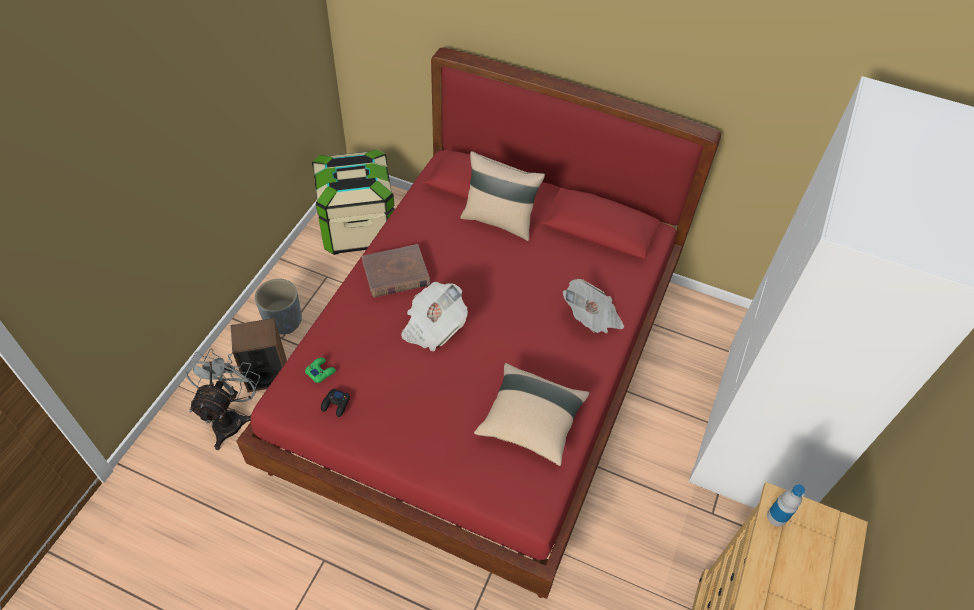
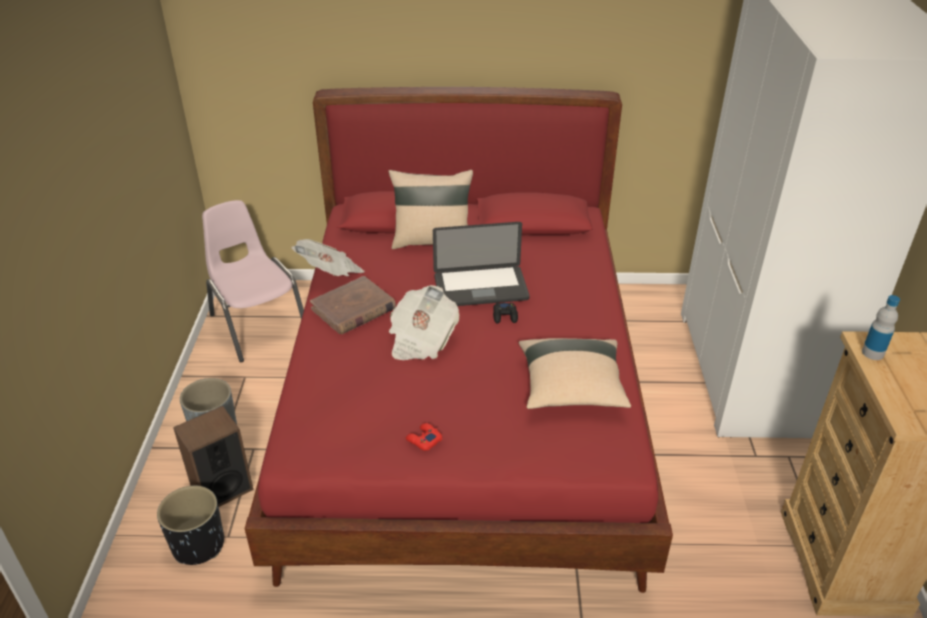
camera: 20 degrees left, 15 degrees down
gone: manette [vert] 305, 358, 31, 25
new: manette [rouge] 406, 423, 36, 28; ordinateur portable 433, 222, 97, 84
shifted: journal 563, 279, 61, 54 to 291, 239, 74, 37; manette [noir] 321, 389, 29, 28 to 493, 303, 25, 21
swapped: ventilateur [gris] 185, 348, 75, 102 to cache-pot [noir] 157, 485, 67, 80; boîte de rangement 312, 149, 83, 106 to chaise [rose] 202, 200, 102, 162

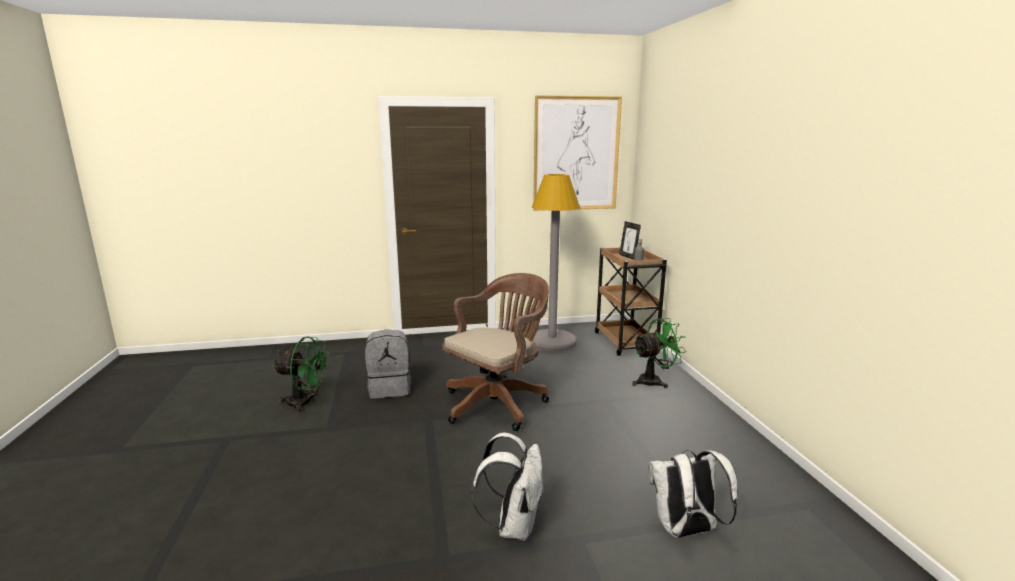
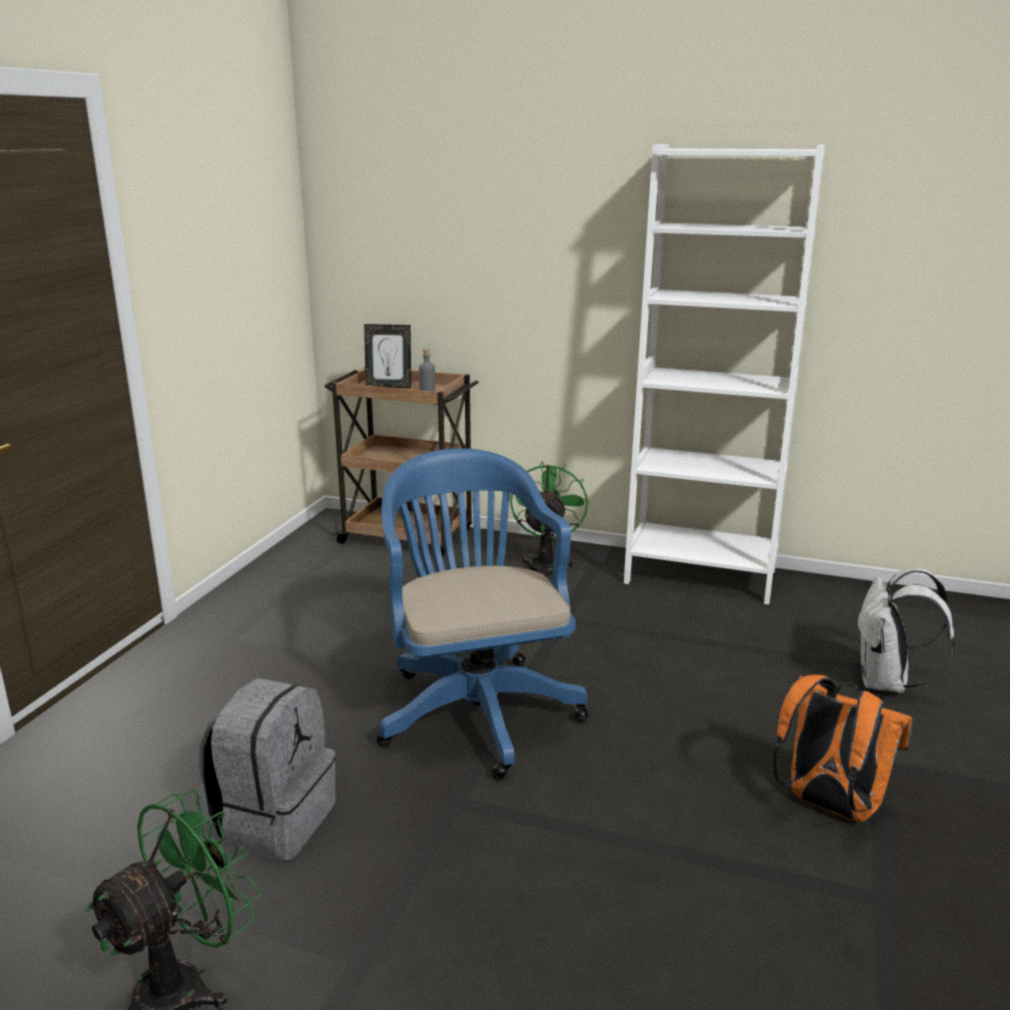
camera: 60 degrees left, 5 degrees up
gone: lampadaire [gris] 532, 174, 48, 178; tableau 533, 95, 89, 116
new: bibliothèque [blanc] 624, 144, 201, 461
repainted: chaise de bureau [marron] 442, 273, 107, 158 to chaise de bureau [bleu] 377, 448, 211, 332; sac à dos [blanc] 472, 433, 72, 108 to sac à dos [orange] 773, 675, 139, 147

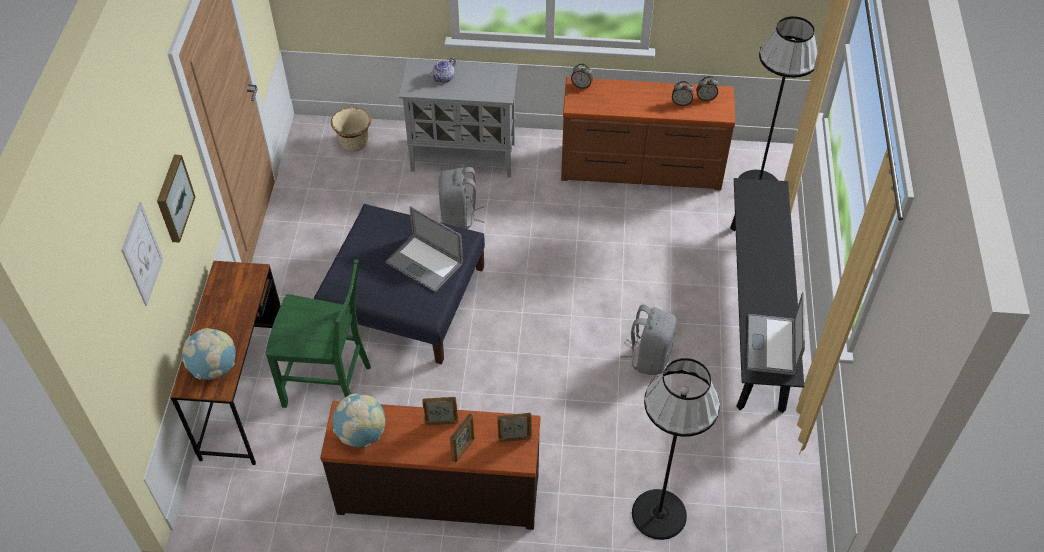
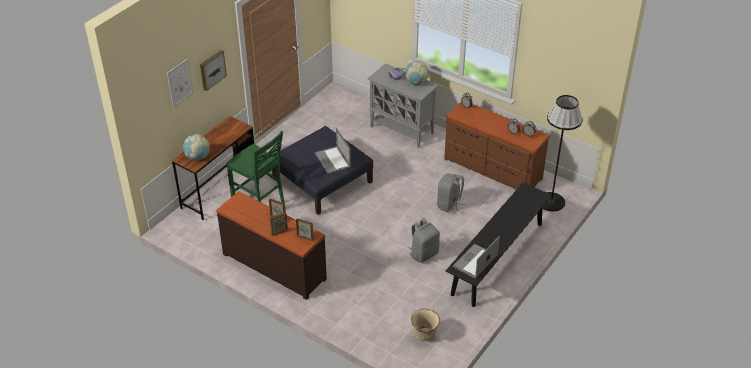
camera: 30 degrees right, 10 degrees down
gone: lampadaire [noir] 632, 358, 88, 182
shifted: globe 332, 394, 53, 53 to 405, 61, 24, 24; cache-pot [beige] 331, 107, 40, 44 to 411, 309, 29, 32; sac à dos [gris] 439, 167, 46, 62 to 437, 173, 29, 39

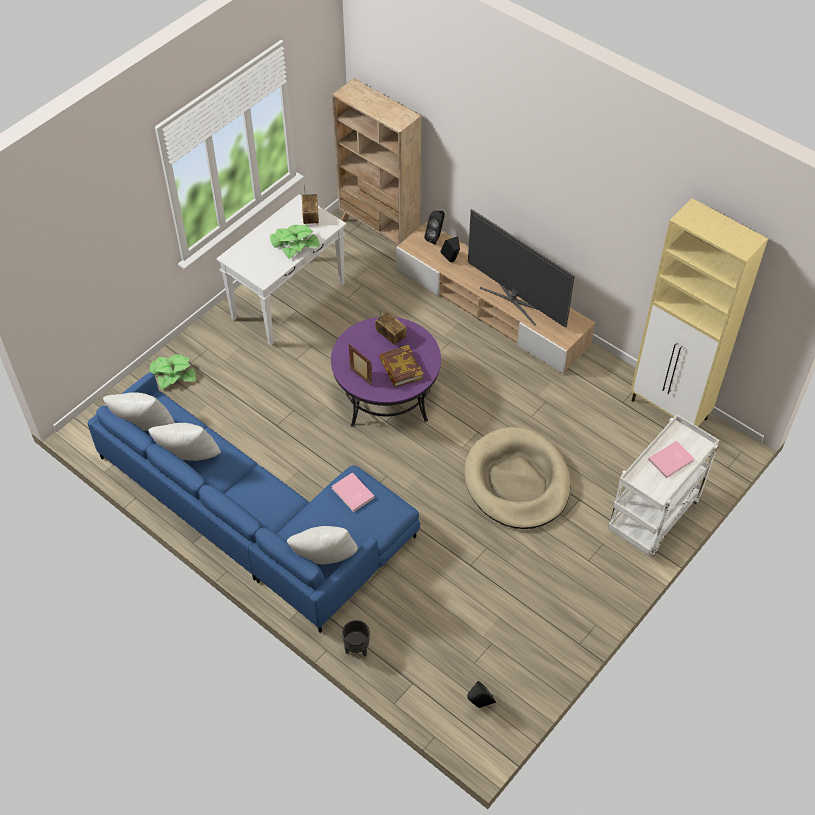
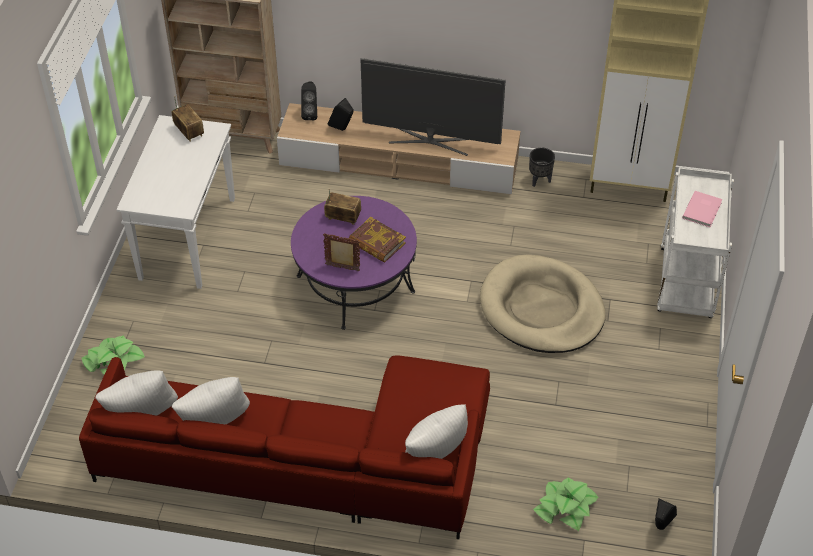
camera: 30 degrees left, 5 degrees down
gone: livre [rose] 332, 472, 43, 40
shifted: cache-pot [noir] 342, 620, 28, 37 to 529, 147, 26, 40; plante en pot 270, 225, 50, 34 to 533, 477, 65, 54
repainted: canapé [bleu] 87, 373, 333, 260 to canapé [rouge] 79, 355, 411, 184

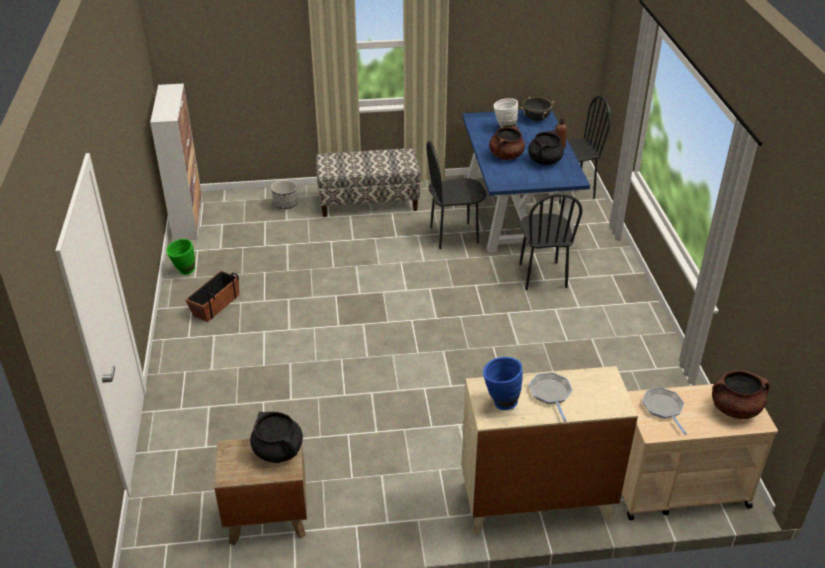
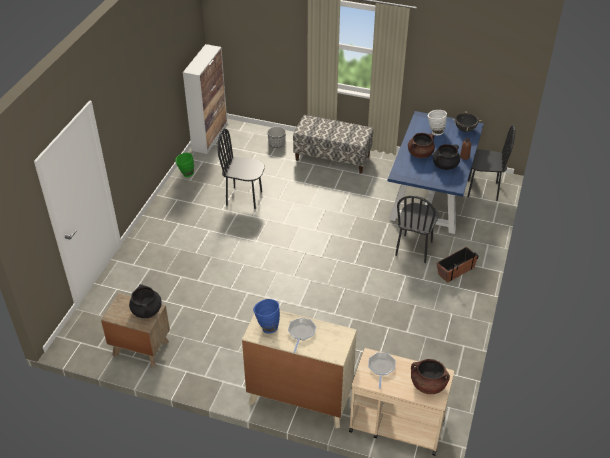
camera: 25 degrees right, 5 degrees up
shifted: chaise [noir] 426, 141, 60, 108 to 218, 128, 47, 81; cache-pot 185, 271, 54, 51 to 437, 247, 42, 36

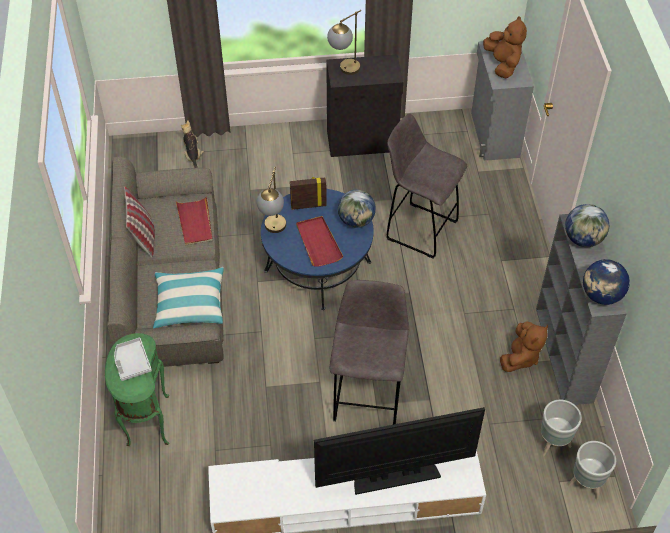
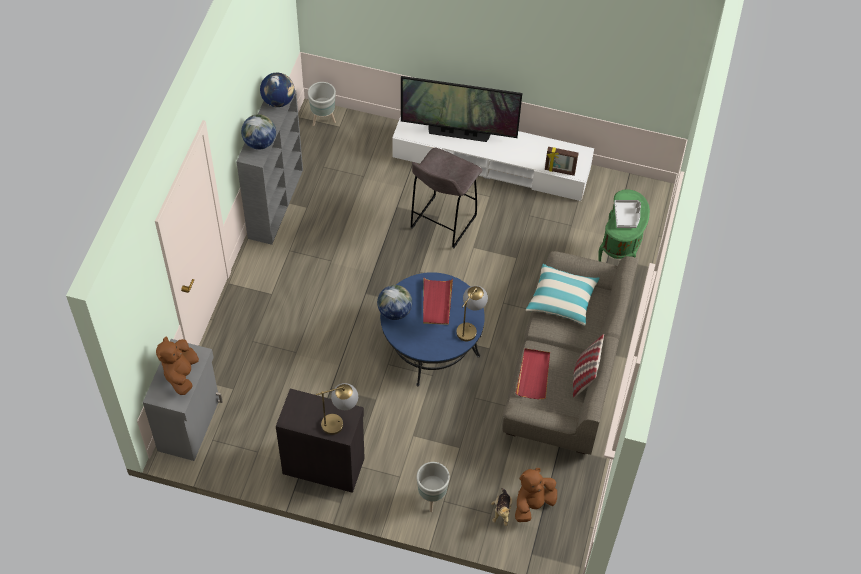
camera: 160 degrees left, 5 degrees up
gone: tabouret [gris] 386, 113, 81, 146
shifted: cache-pot [gris] 541, 400, 41, 56 to 417, 462, 33, 50; peluche [marron] 500, 322, 48, 50 to 515, 468, 42, 54; cadre photo 290, 177, 37, 33 to 545, 147, 33, 29

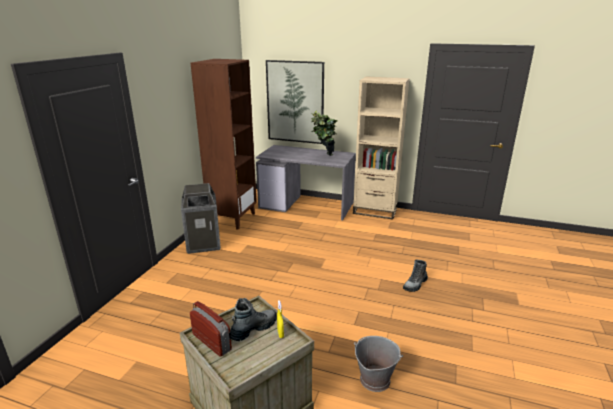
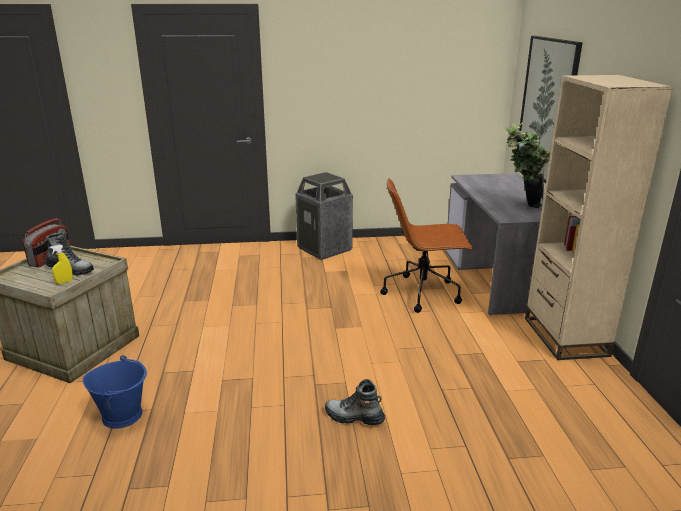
camera: 65 degrees right, 0 degrees up
gone: bibliothèque [marron] 190, 59, 67, 171
new: chaise de bureau [marron] 380, 178, 94, 135
repainted: seau [gris] 354, 336, 49, 56 to seau [bleu] 83, 355, 64, 74

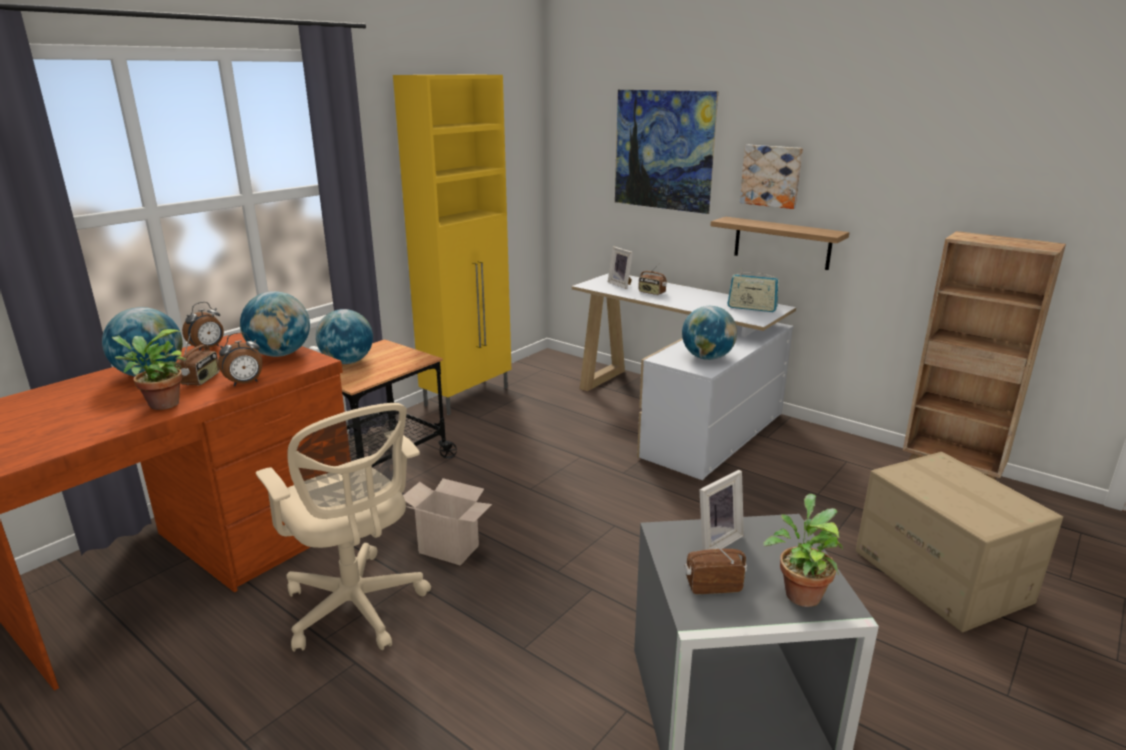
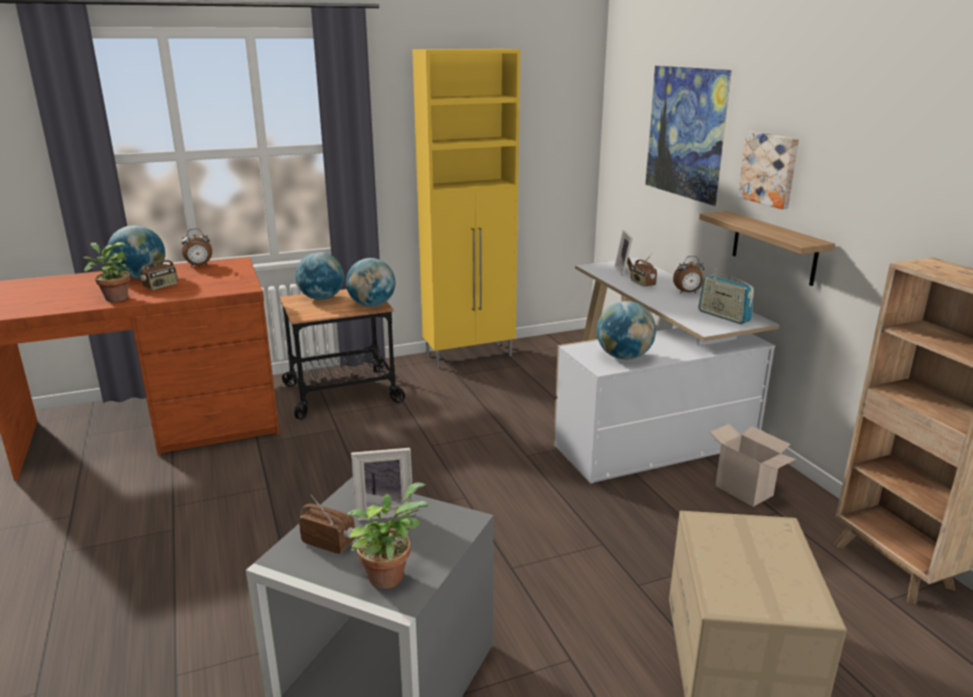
camera: 30 degrees right, 0 degrees up
gone: chaise de bureau [beige] 256, 403, 175, 249
shifted: globe 240, 291, 70, 66 to 346, 258, 49, 49; réveil 218, 332, 44, 55 to 673, 256, 31, 37; carton 403, 478, 89, 87 to 710, 424, 86, 83

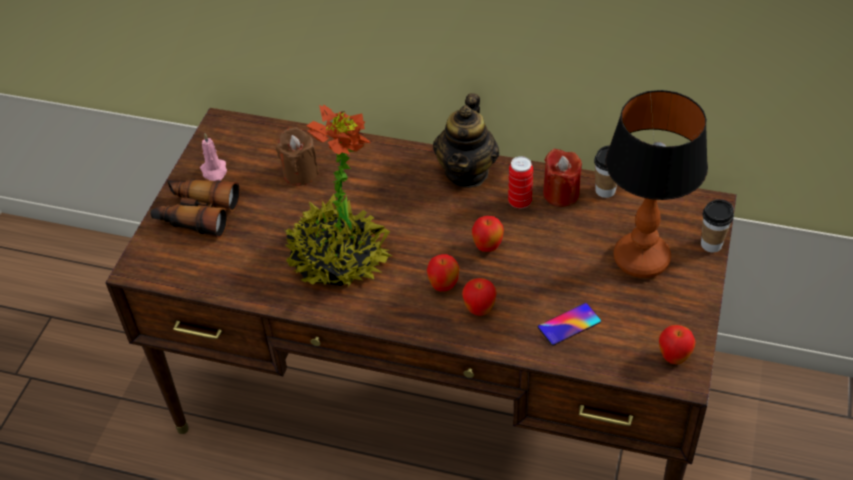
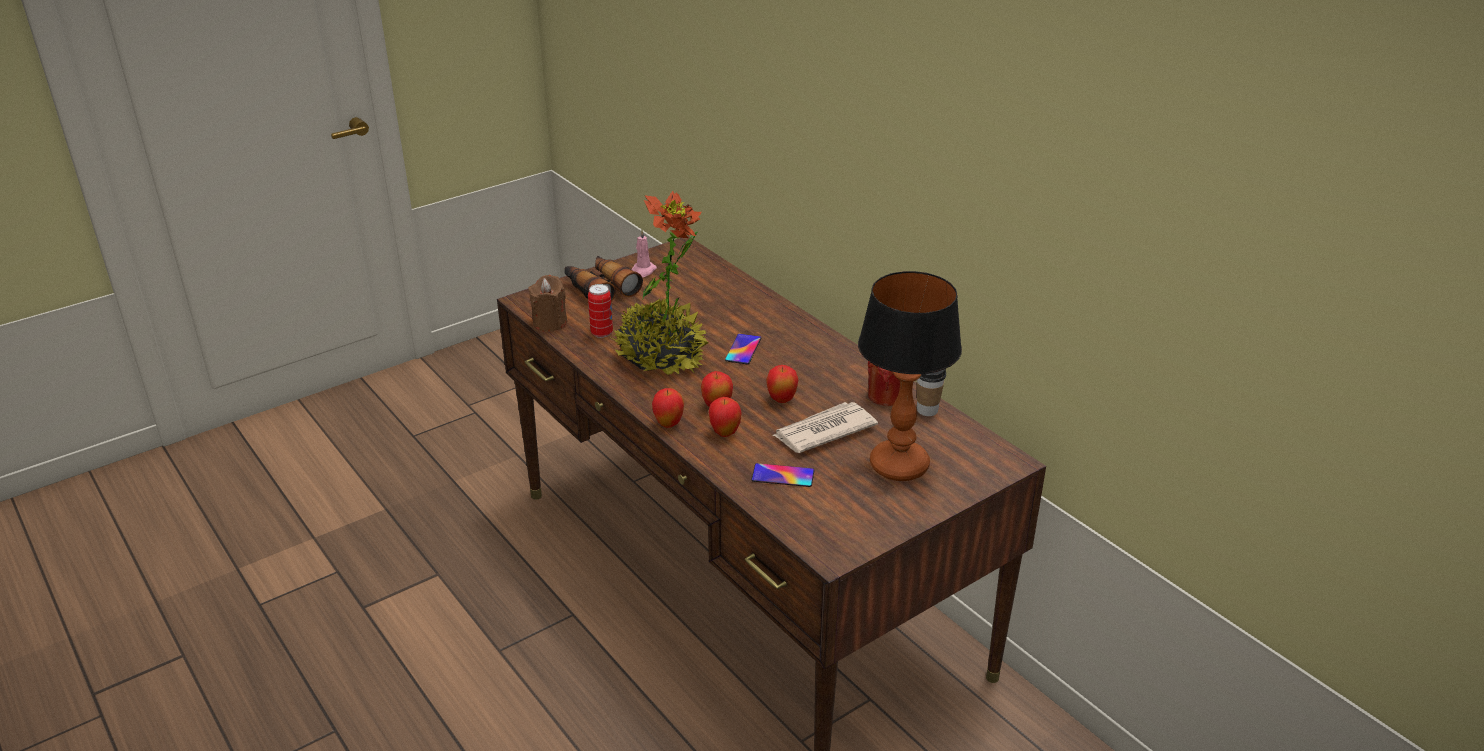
camera: 35 degrees right, 15 degrees down
gone: théière 433, 93, 66, 95; tasse 701, 199, 33, 54
new: téléphone 725, 334, 36, 30; journal 772, 402, 106, 51
shifted: bougie [marron] 276, 127, 43, 59 to 528, 275, 39, 57; boîte métallique 508, 156, 25, 52 to 588, 284, 25, 54; pomme 659, 325, 37, 39 to 652, 388, 32, 40

